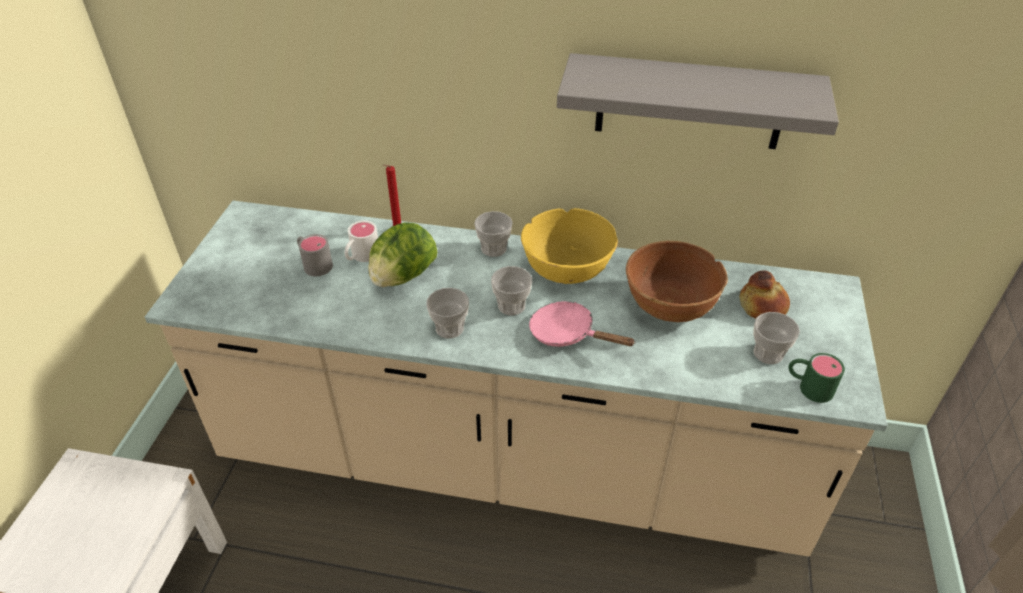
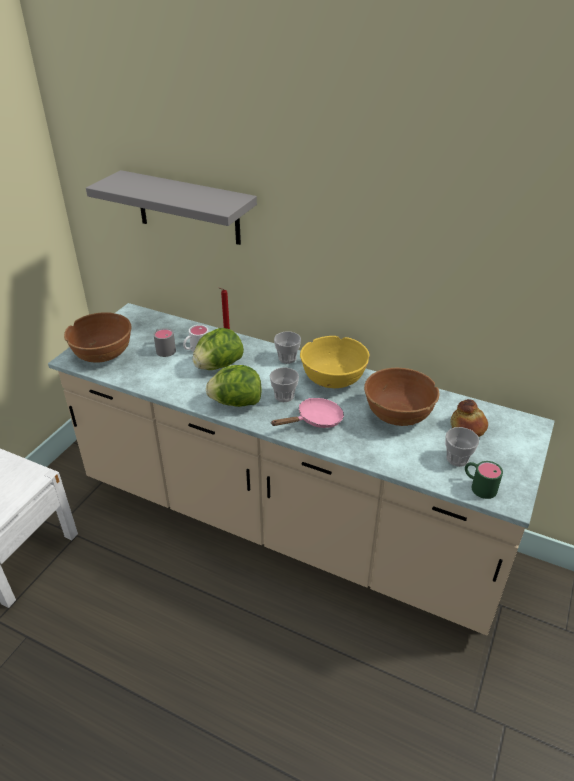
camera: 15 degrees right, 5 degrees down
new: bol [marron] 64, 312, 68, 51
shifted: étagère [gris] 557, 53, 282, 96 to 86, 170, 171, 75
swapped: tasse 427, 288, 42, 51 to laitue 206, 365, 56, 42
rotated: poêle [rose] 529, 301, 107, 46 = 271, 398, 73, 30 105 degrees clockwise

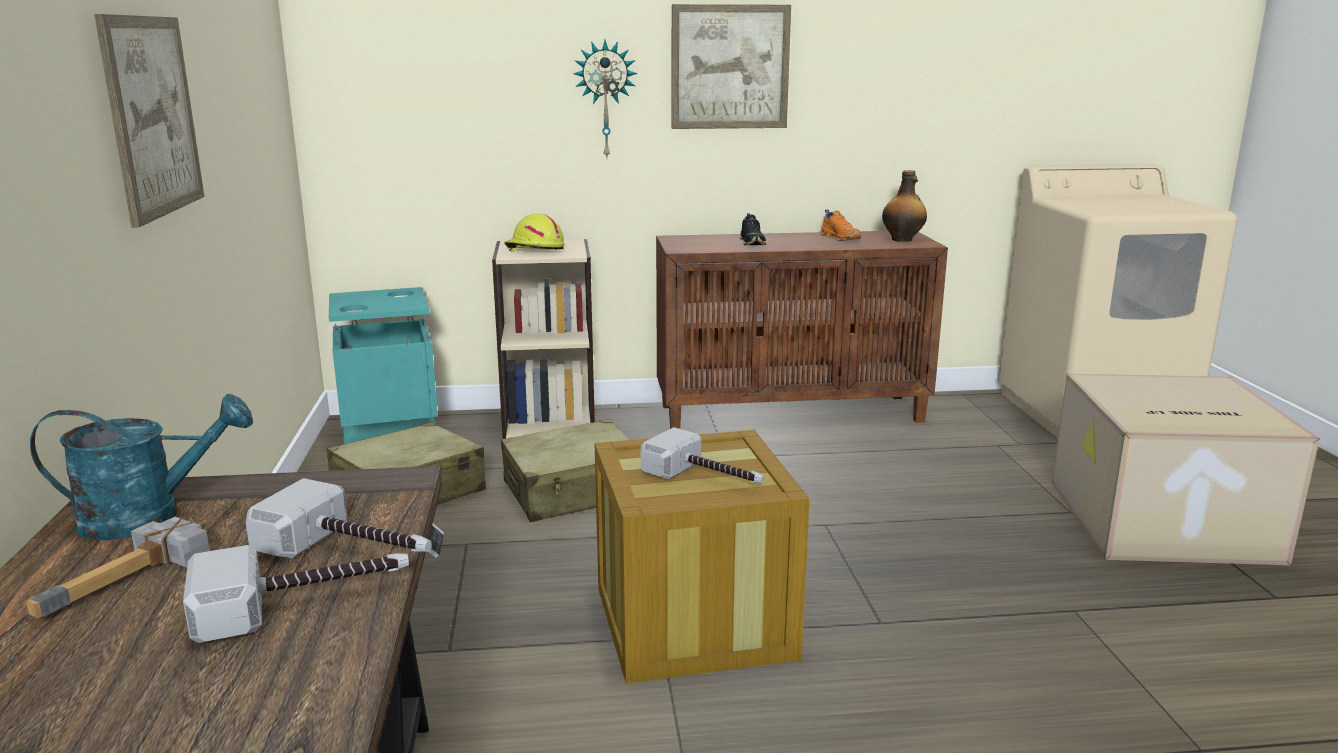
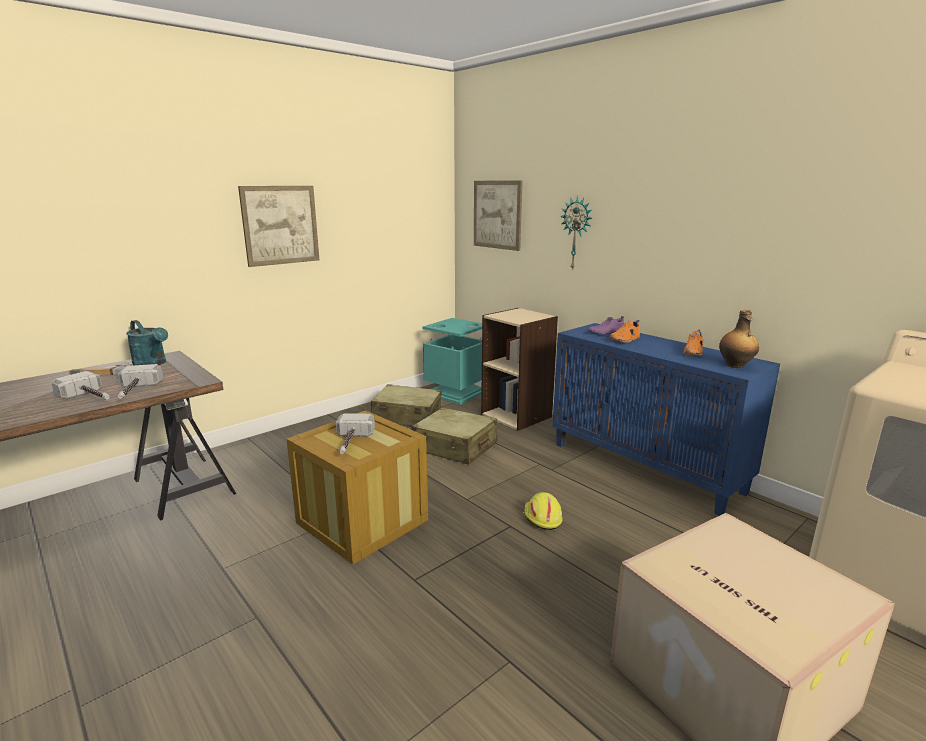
camera: 55 degrees right, 0 degrees up
new: chaussure [violet] 588, 316, 36, 19
shifted: tableau 672, 4, 119, 125 to 474, 181, 49, 70; casque de chantier [jaune] 504, 213, 60, 39 to 523, 492, 39, 38
repainted: meuble de rangement [marron] 656, 231, 292, 198 to meuble de rangement [bleu] 552, 323, 228, 193; chaussure [noir] 740, 213, 26, 32 to chaussure [orange] 610, 320, 30, 23

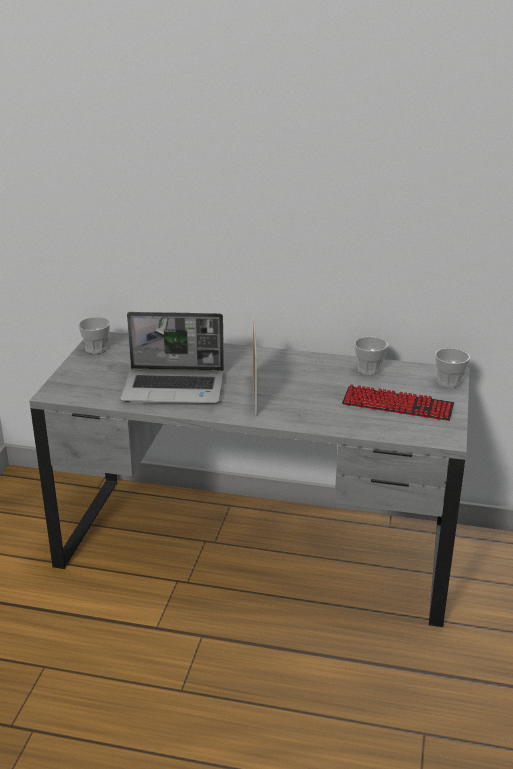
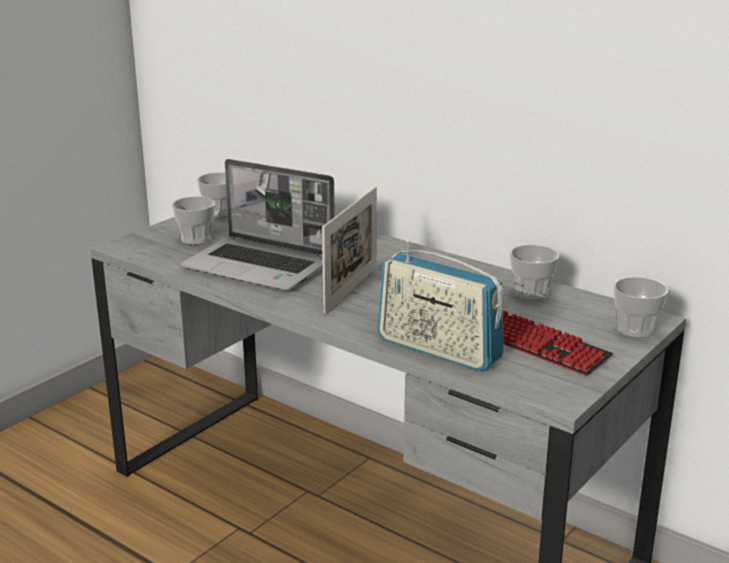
camera: 25 degrees right, 5 degrees down
new: tasse 172, 196, 43, 49; radio 377, 240, 127, 131

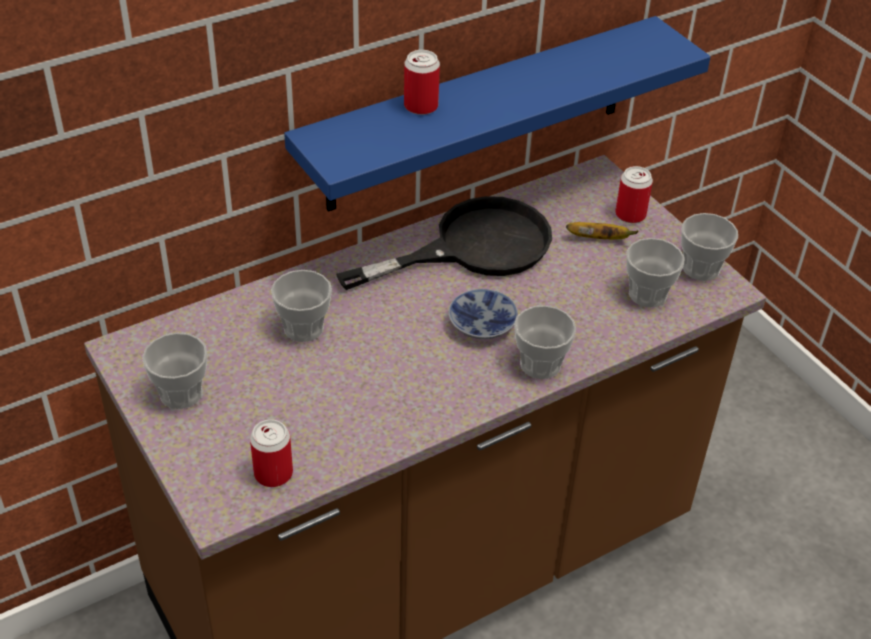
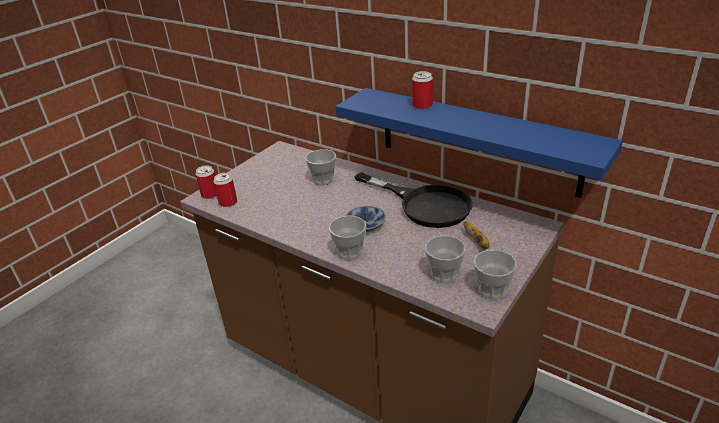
camera: 70 degrees right, 10 degrees down
gone: tasse 142, 333, 66, 76
shifted: boîte métallique 615, 166, 38, 57 to 195, 165, 22, 34

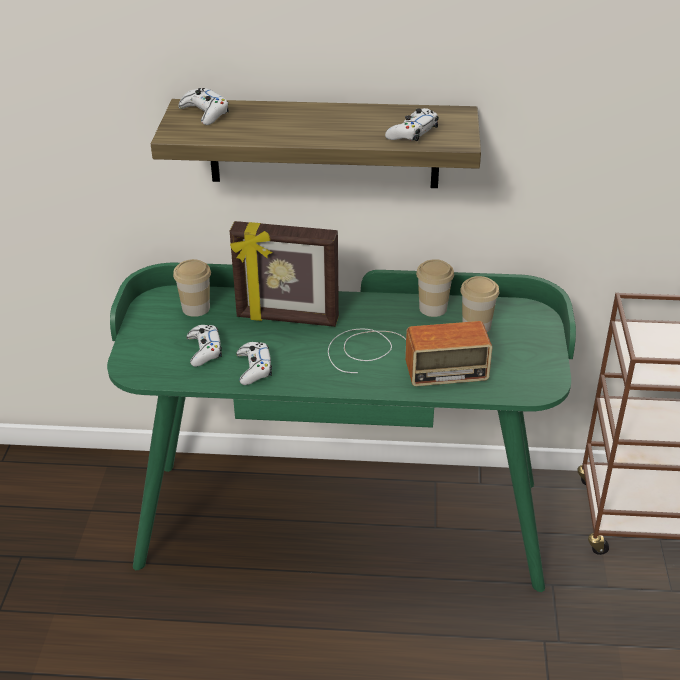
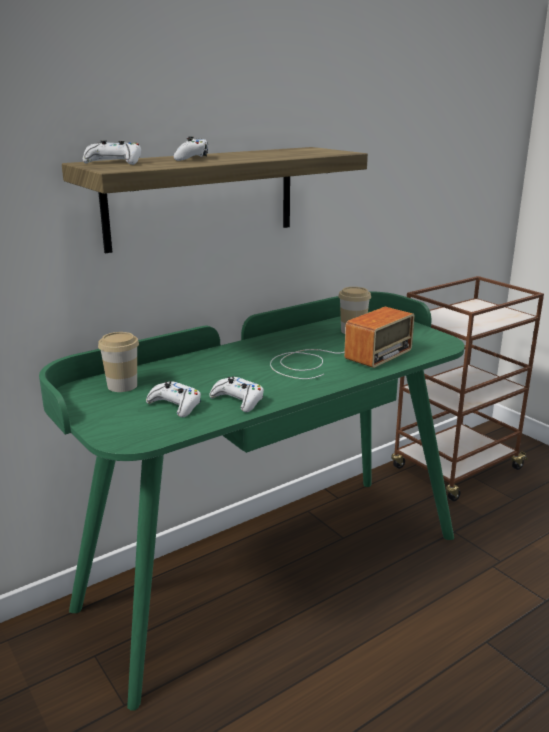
camera: 40 degrees left, 15 degrees down
gone: cadre photo 230, 221, 109, 106; tasse 416, 259, 38, 58
shifted: manette [blanc] 385, 108, 54, 33 to 173, 136, 35, 25

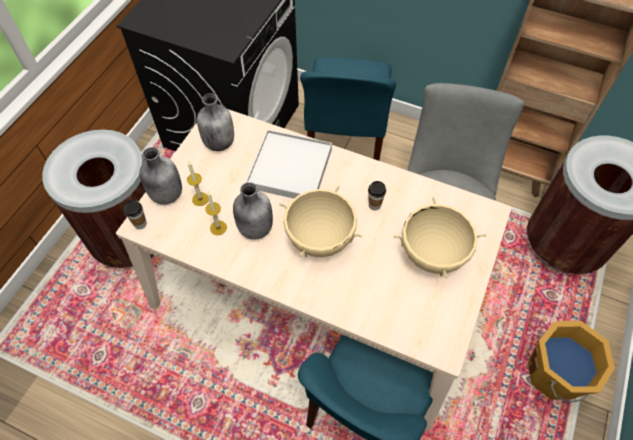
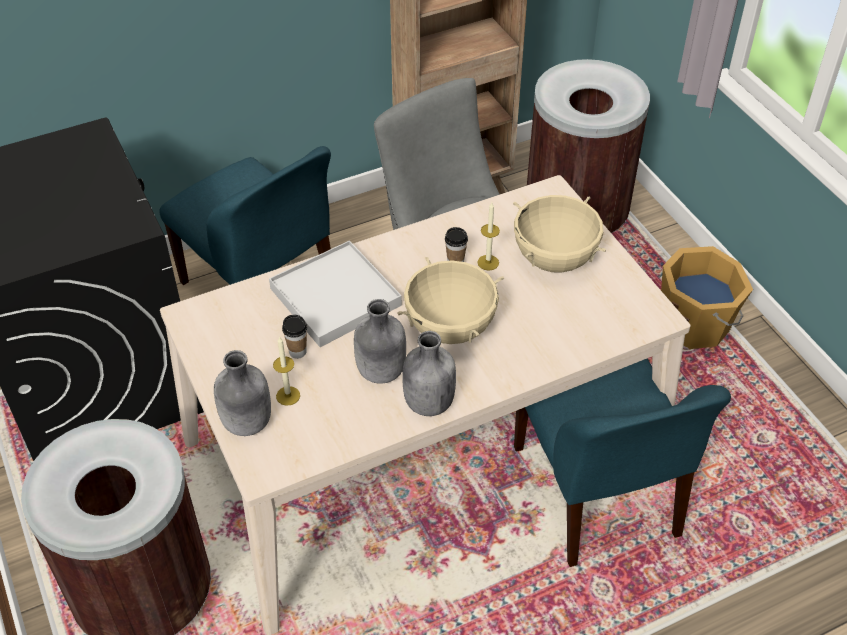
camera: 50 degrees left, 10 degrees down
shifted: tasse 123, 199, 24, 30 to 282, 315, 25, 44; bouteille [gris] 197, 93, 37, 58 to 402, 331, 54, 85; bougie 205, 191, 22, 44 to 477, 203, 23, 68

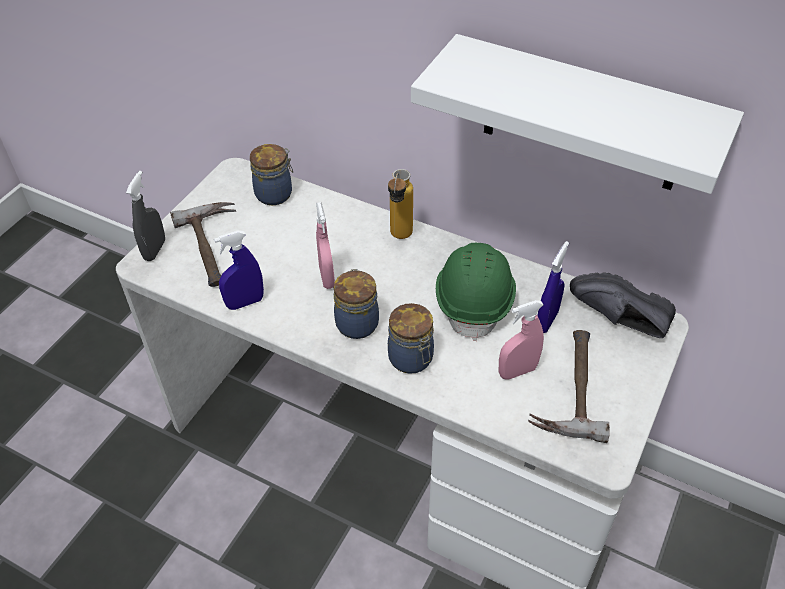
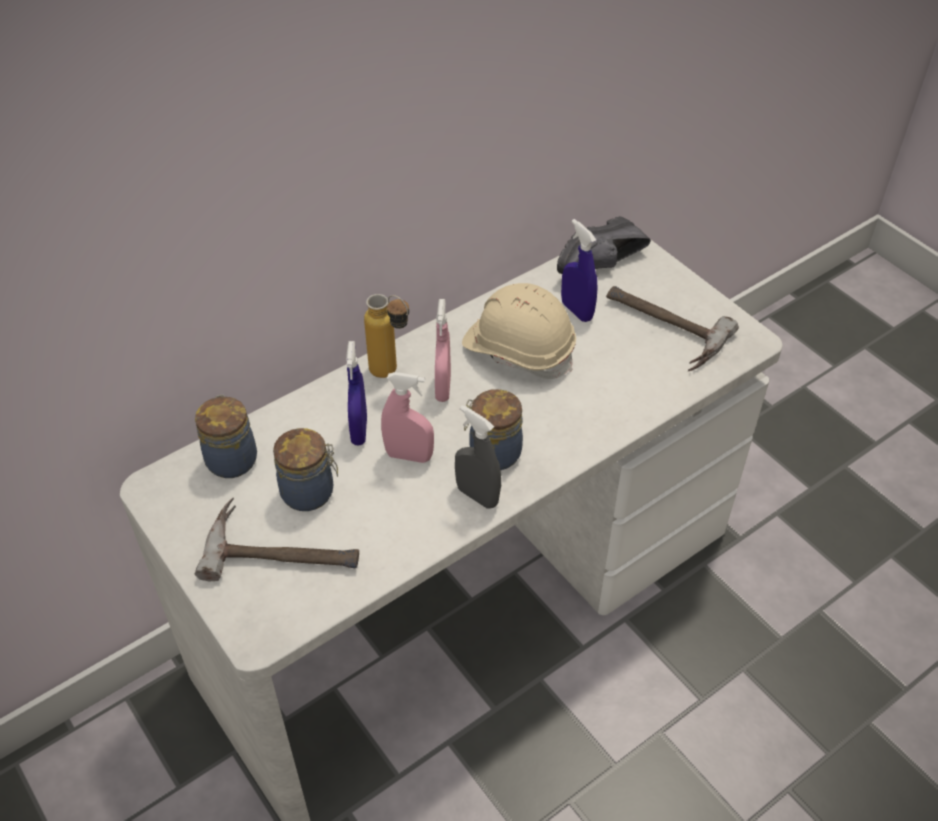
camera: 65 degrees left, 0 degrees up
gone: étagère [blanc] 411, 34, 333, 160
shifted: bocal 388, 303, 46, 71 to 273, 428, 65, 83; vaporisateur [bleu] 214, 231, 50, 79 to 346, 341, 21, 105; vaporisateur [rose] 499, 300, 45, 80 to 435, 299, 16, 103; vaporisateur [gris] 126, 171, 39, 90 to 455, 405, 46, 104
repainted: casque de chantier [vert] 436, 243, 80, 98 to casque de chantier [beige] 462, 283, 114, 96

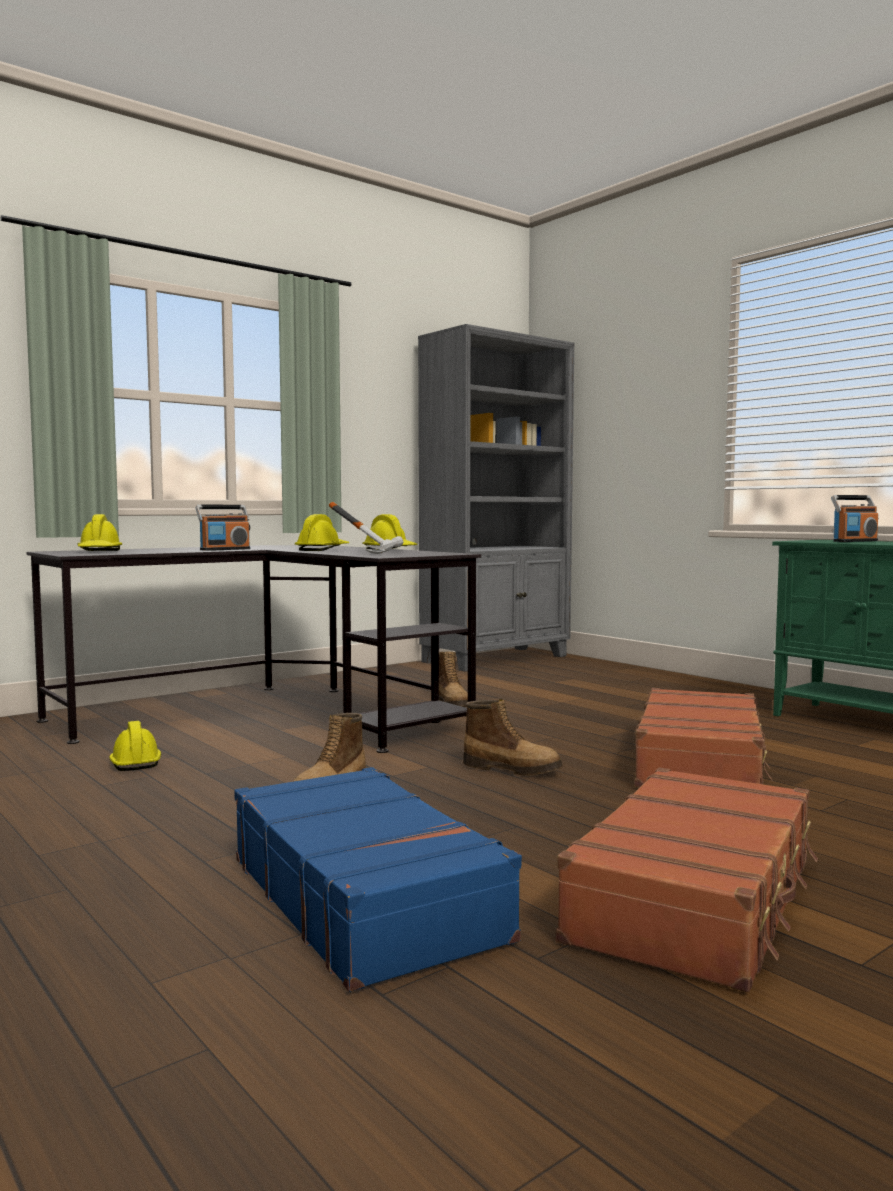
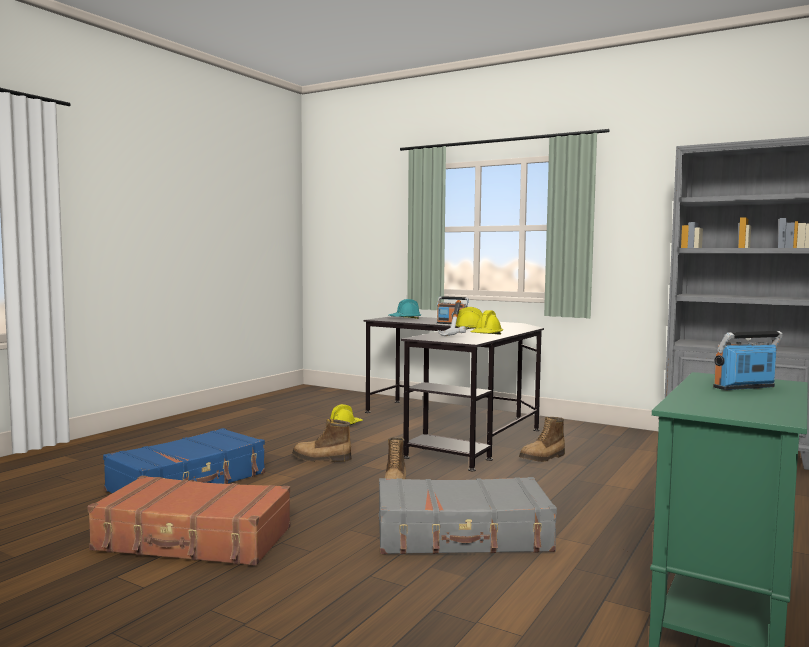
camera: 70 degrees right, 0 degrees up
repainted: valise [marron] 635, 688, 138, 99 to valise [gris] 379, 477, 178, 78; casque de chantier [jaune] 77, 514, 45, 37 to casque de chantier [turquoise] 389, 299, 32, 20
rotated: radio 831, 495, 47, 47 = 713, 331, 70, 59 120 degrees clockwise

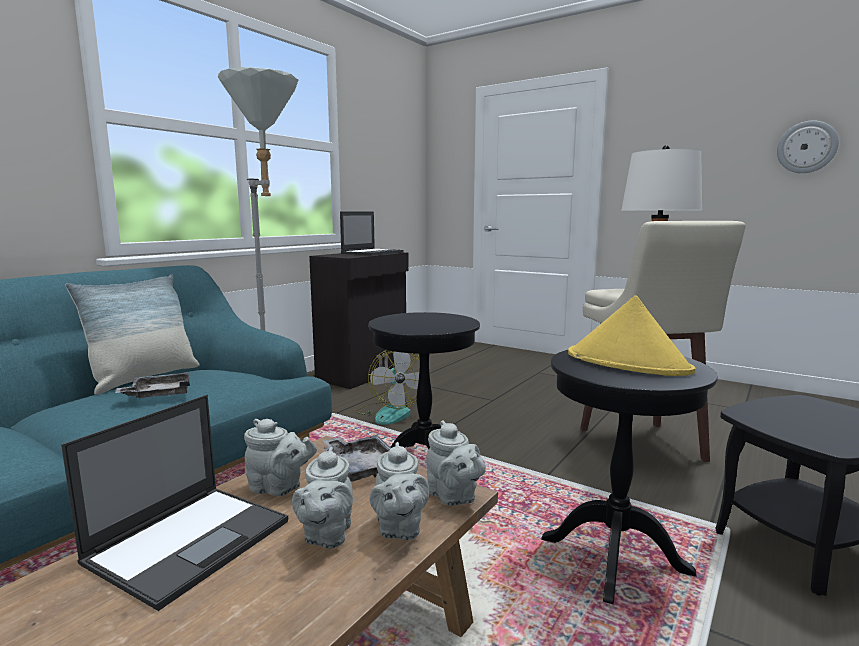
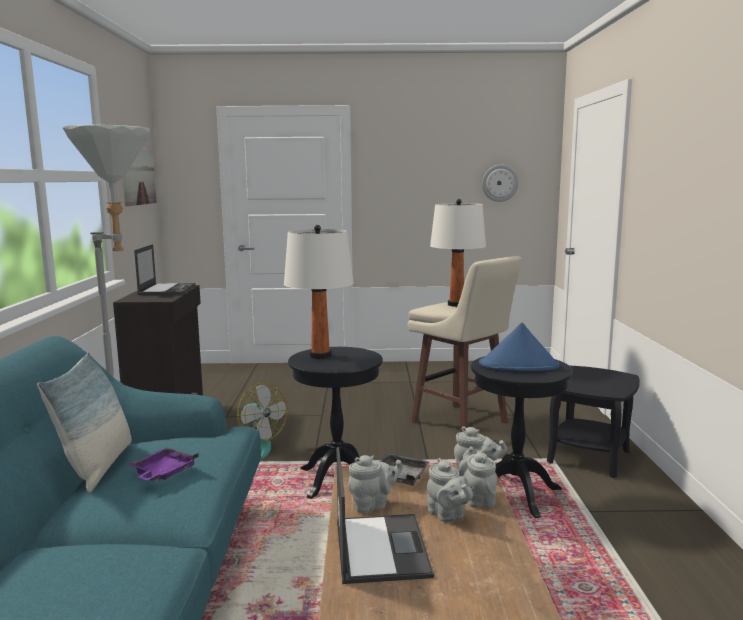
camera: 35 degrees left, 0 degrees up
new: tableau 123, 148, 34, 58; lampe de table [blanc] 284, 225, 70, 134
repainted: plateau [gris] 115, 373, 75, 25 to plateau [violet] 128, 447, 71, 34; chapeau [jaune] 568, 295, 127, 81 to chapeau [bleu] 479, 323, 81, 48
rotated: théière [gris] 369, 442, 60, 98 = 458, 446, 39, 62 150 degrees counterclockwise

